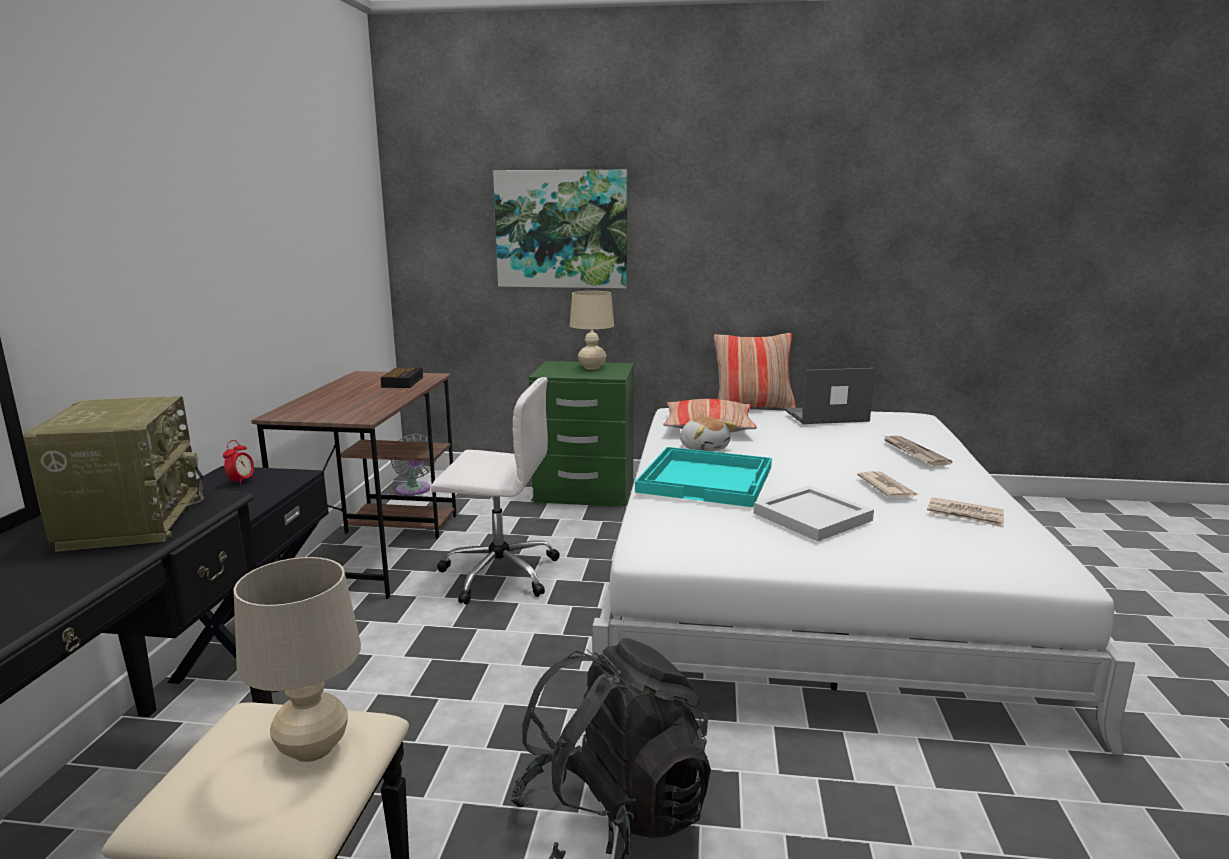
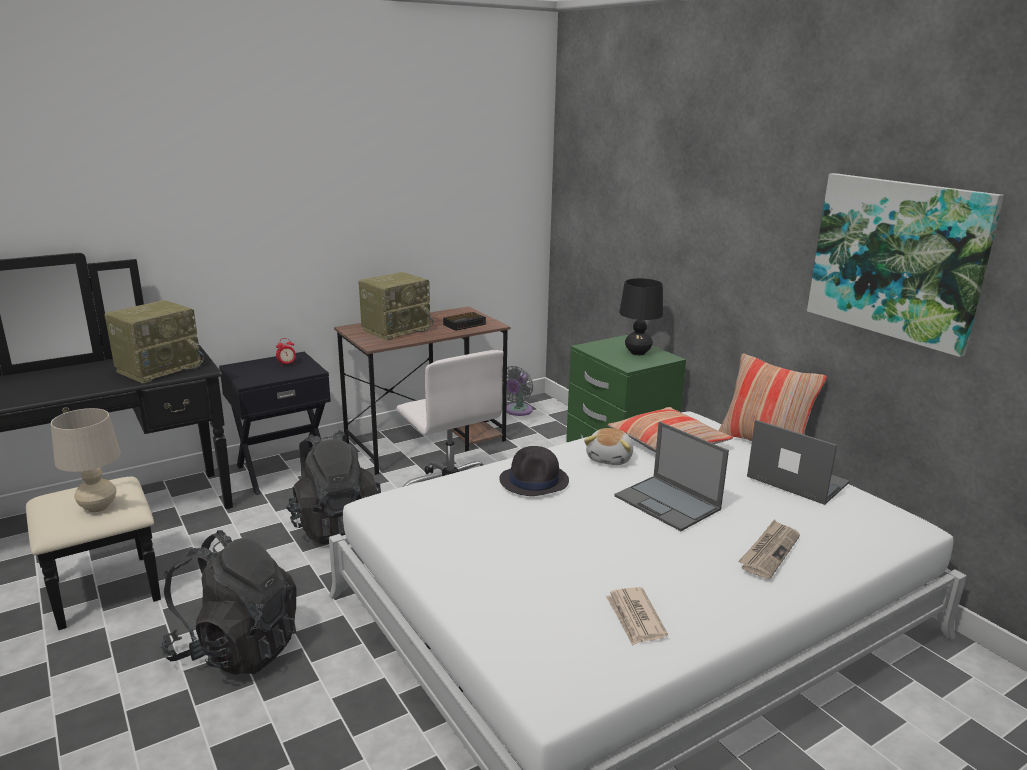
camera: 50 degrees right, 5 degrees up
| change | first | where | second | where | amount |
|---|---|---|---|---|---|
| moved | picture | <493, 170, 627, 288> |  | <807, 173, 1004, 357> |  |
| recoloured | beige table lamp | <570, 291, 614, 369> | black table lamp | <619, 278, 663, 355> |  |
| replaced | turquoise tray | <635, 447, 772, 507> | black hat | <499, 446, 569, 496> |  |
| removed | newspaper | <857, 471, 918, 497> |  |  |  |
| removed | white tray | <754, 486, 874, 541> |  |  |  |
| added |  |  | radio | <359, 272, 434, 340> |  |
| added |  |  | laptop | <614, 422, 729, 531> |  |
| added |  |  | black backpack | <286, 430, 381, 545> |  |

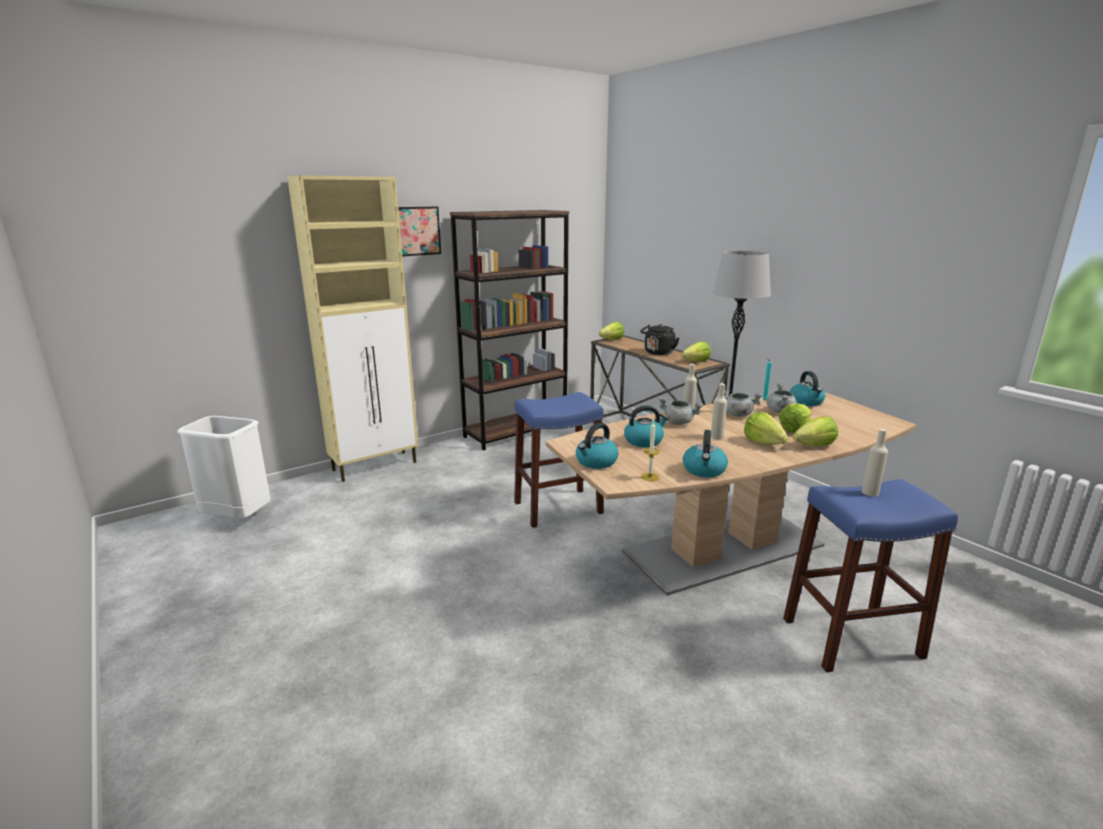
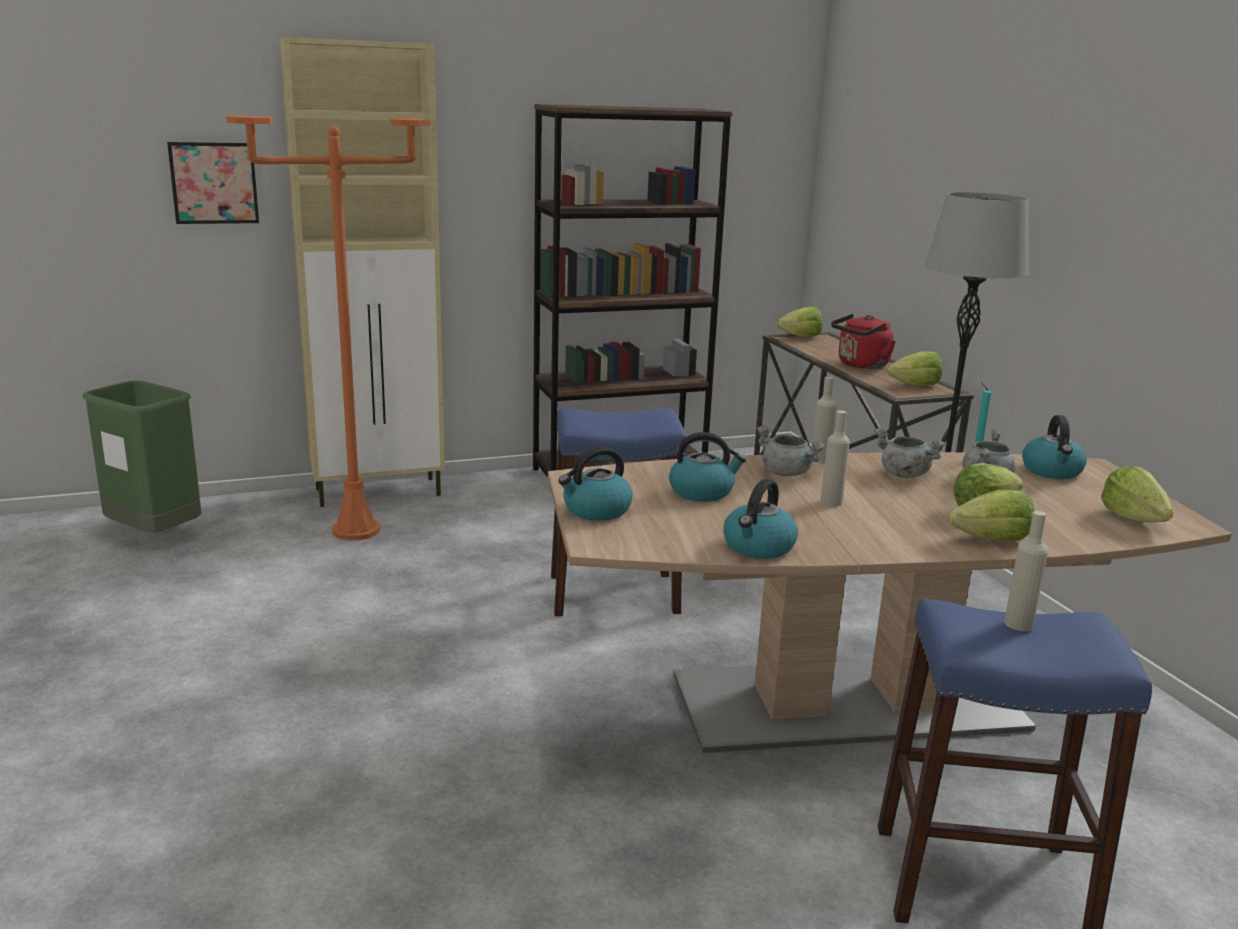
camera: 15 degrees right, 0 degrees up
| change | first | where | second | where | amount |
|---|---|---|---|---|---|
| moved | picture | <398, 206, 441, 256> |  | <167, 142, 259, 224> |  |
| recoloured | black kettle | <640, 324, 679, 355> | red kettle | <831, 314, 896, 369> |  |
| moved | lettuce | <744, 412, 788, 445> |  | <1101, 465, 1174, 522> |  |
| recoloured | white trash can | <177, 416, 271, 518> | green trash can | <82, 380, 202, 533> |  |
| removed | candle | <641, 421, 660, 481> |  |  |  |
| added |  |  | orange floor lamp | <226, 116, 431, 541> |  |

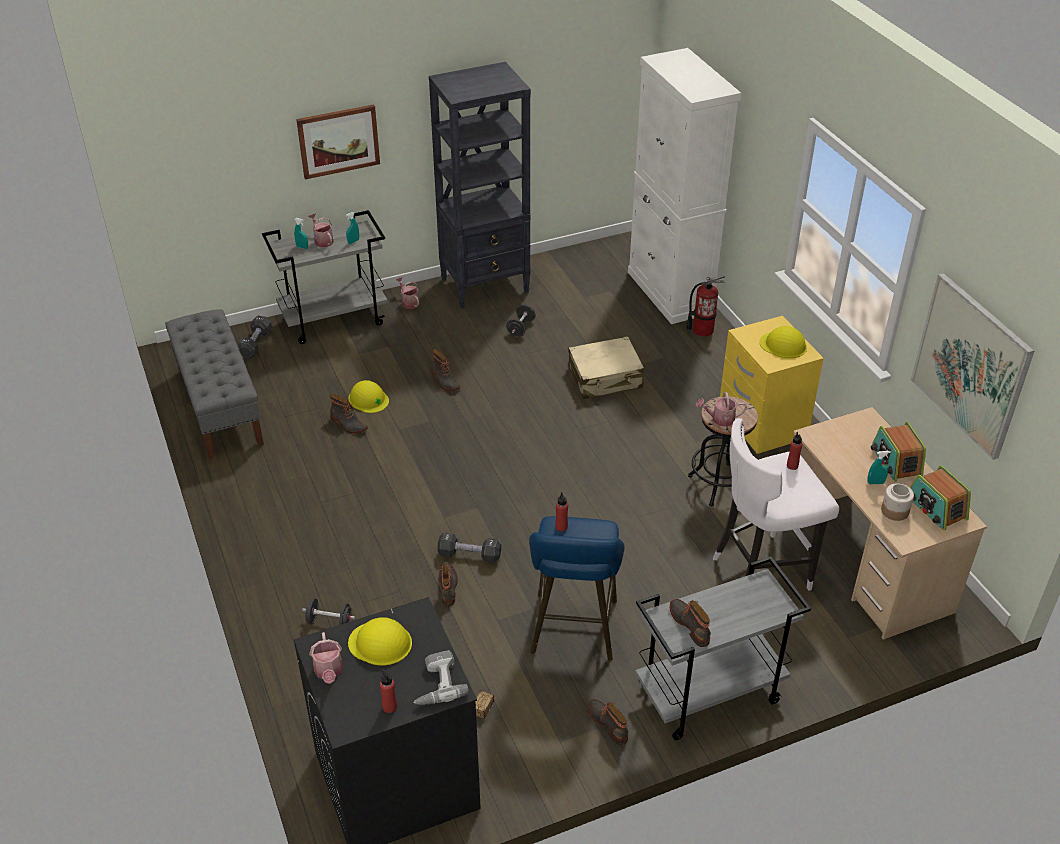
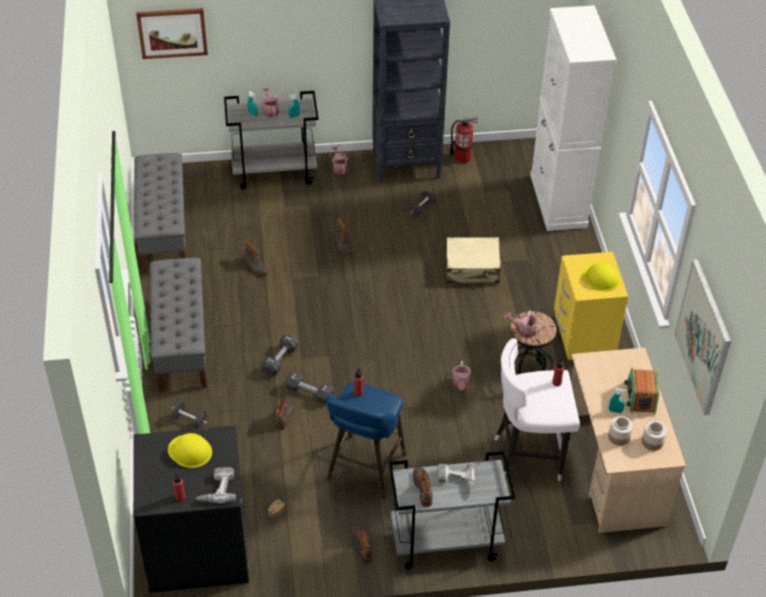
camera: 15 degrees right, 5 degrees up
| change | first | where | second | where | amount |
|---|---|---|---|---|---|
| moved | picture | <296, 104, 380, 180> |  | <136, 8, 208, 59> |  |
| moved | fire extinguisher | <686, 275, 725, 337> |  | <449, 117, 478, 163> |  |
| moved | black dumbbell | <237, 316, 272, 359> |  | <261, 334, 298, 376> |  |
| removed | yellow hard hat | <349, 380, 389, 413> |  |  |  |
| replaced | radio | <910, 466, 971, 530> | jar | <642, 421, 667, 451> |  |
| moved | watering can | <309, 632, 343, 684> |  | <452, 361, 471, 390> |  |
| added |  |  | grey bench | <150, 258, 207, 392> |  |
| added |  |  | power drill | <438, 463, 475, 495> |  |

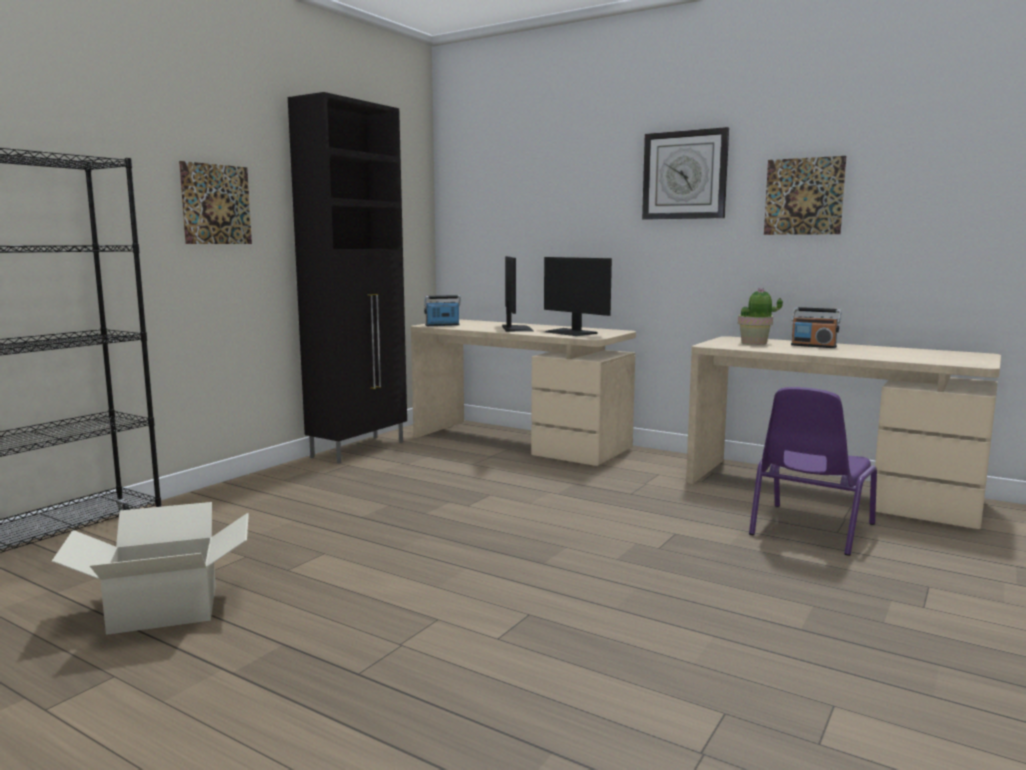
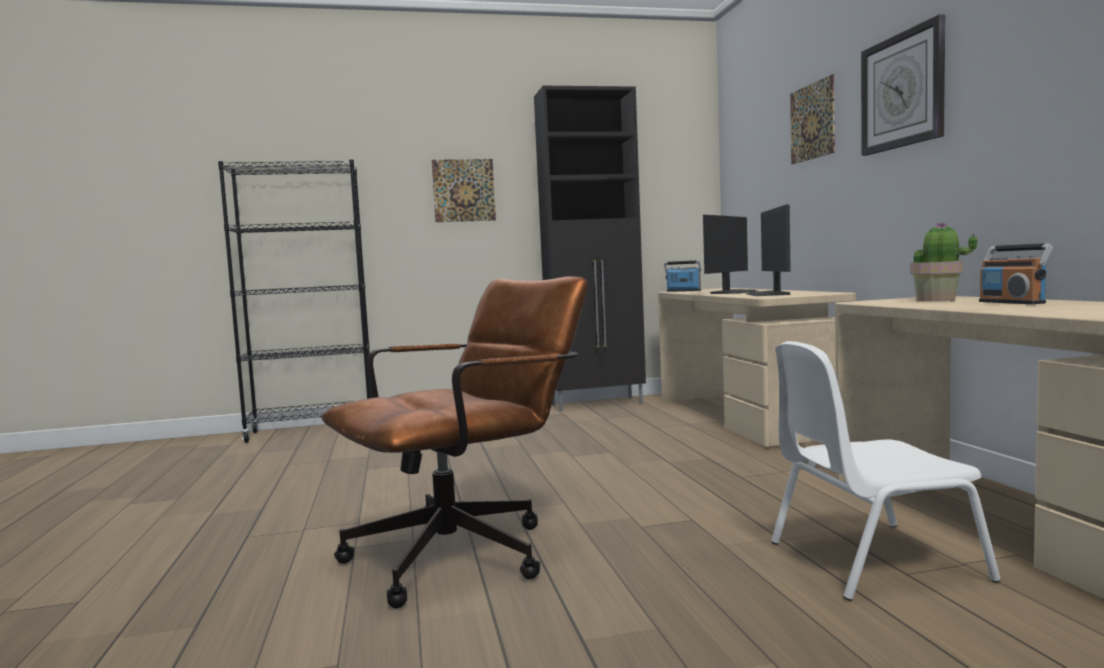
camera: 45 degrees right, 5 degrees down
| change | first | where | second | where | amount |
|---|---|---|---|---|---|
| moved | picture | <764, 156, 846, 235> |  | <790, 74, 835, 164> |  |
| recoloured | purple chair | <749, 387, 877, 556> | white chair | <771, 341, 1001, 601> |  |
| removed | cardboard box | <52, 502, 249, 635> |  |  |  |
| added |  |  | brown office chair | <322, 276, 587, 608> |  |

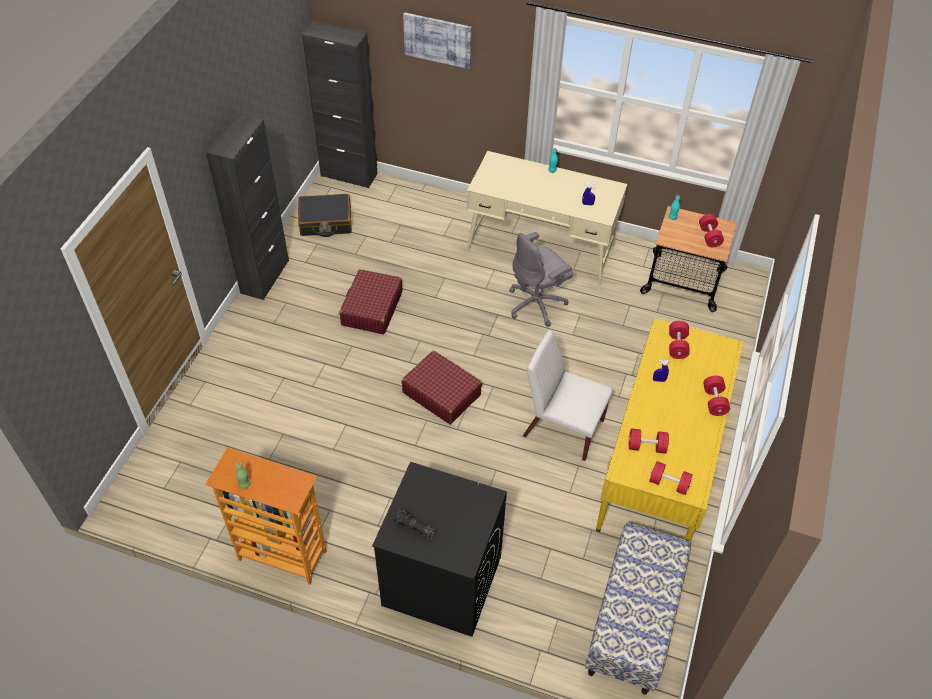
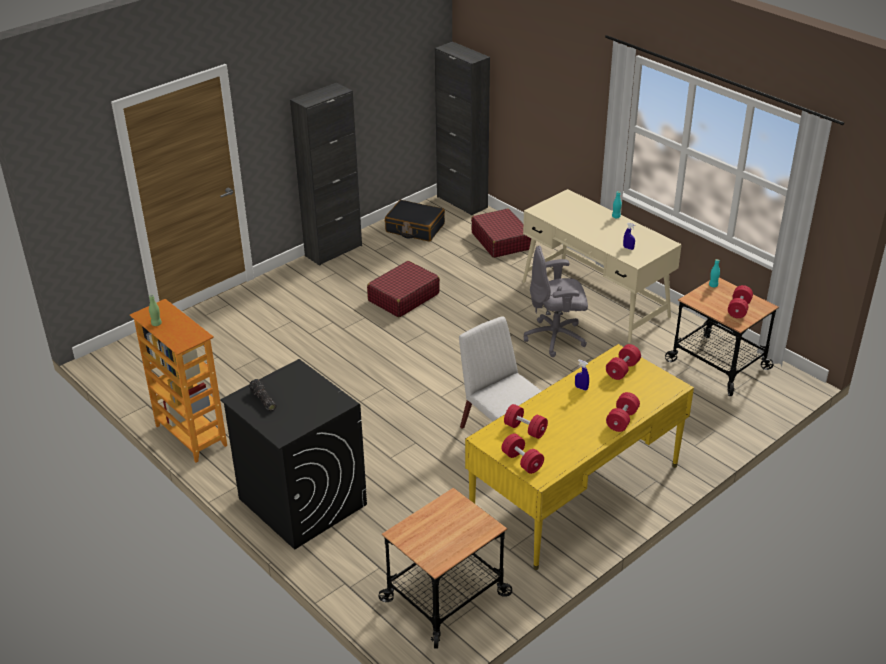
camera: 30 degrees right, 15 degrees down
| change | first | where | second | where | amount |
|---|---|---|---|---|---|
| removed | picture | <403, 12, 471, 69> |  |  |  |
| moved | red suitcase | <402, 351, 482, 424> |  | <471, 208, 531, 258> |  |
| replaced | bench | <585, 523, 691, 695> | cart | <379, 488, 512, 649> |  |

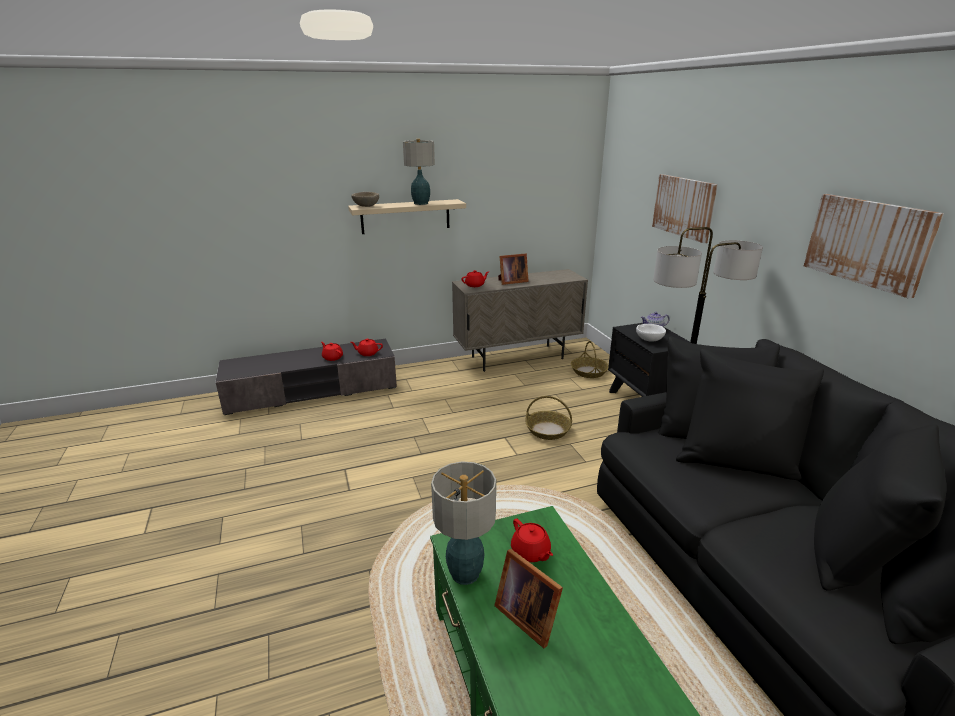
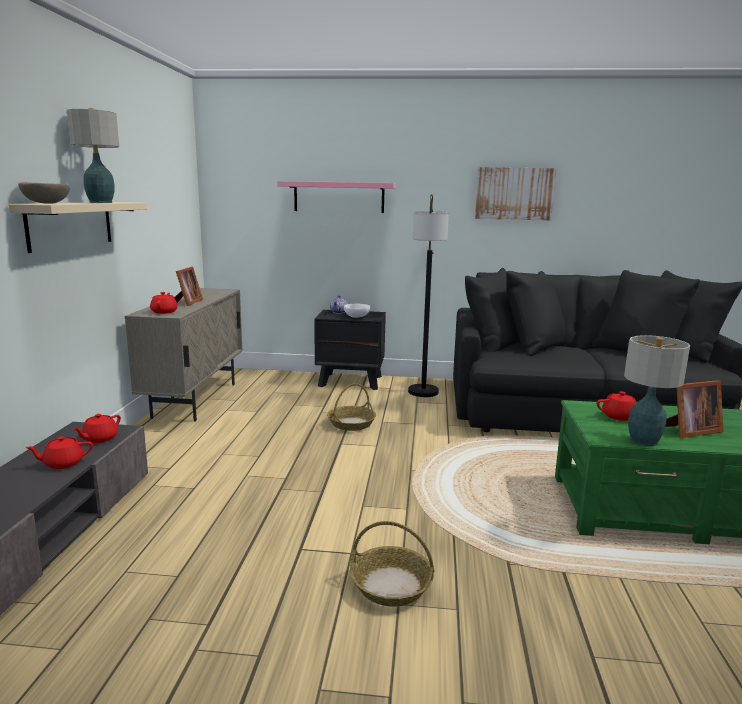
camera: 65 degrees left, 10 degrees down
| change | first | where | second | where | amount |
|---|---|---|---|---|---|
| replaced | picture | <652, 174, 718, 243> | pink shelf | <277, 181, 395, 213> |  |
| moved | basket | <571, 341, 609, 378> |  | <350, 521, 434, 607> |  |

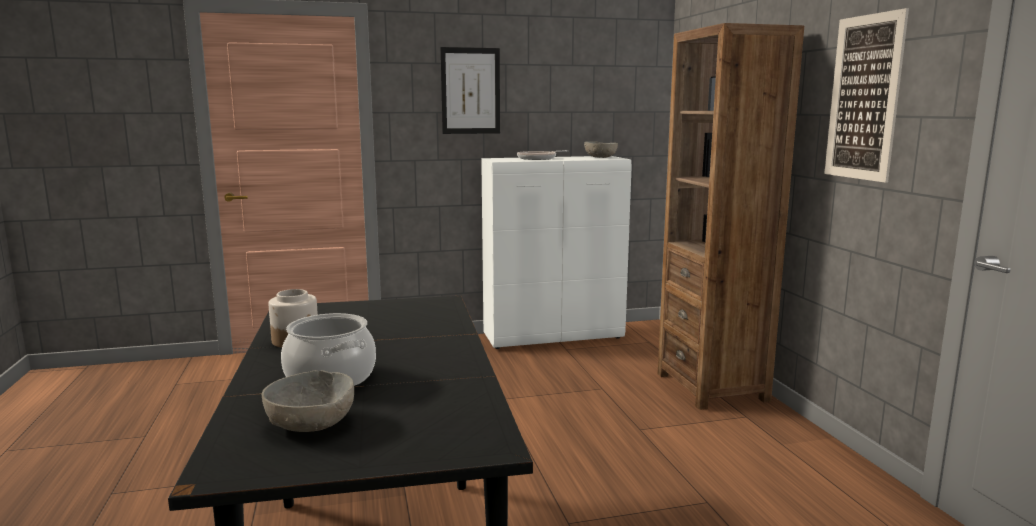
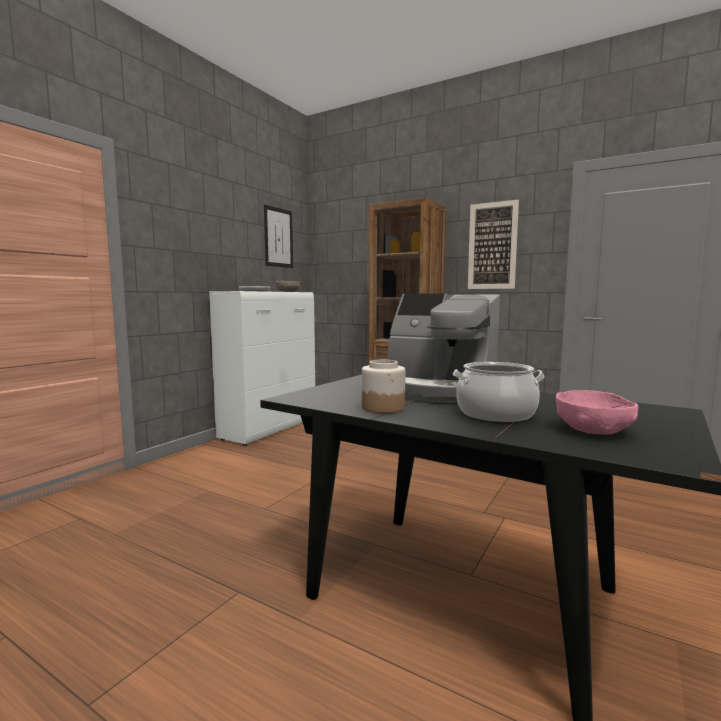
camera: 45 degrees left, 5 degrees down
| change | first | where | second | where | amount |
|---|---|---|---|---|---|
| moved | picture | <440, 47, 500, 134> |  | <264, 205, 293, 268> |  |
| recoloured | grey bowl | <262, 370, 354, 432> | pink bowl | <556, 390, 638, 435> |  |
| added |  |  | coffee machine | <387, 293, 500, 403> |  |

